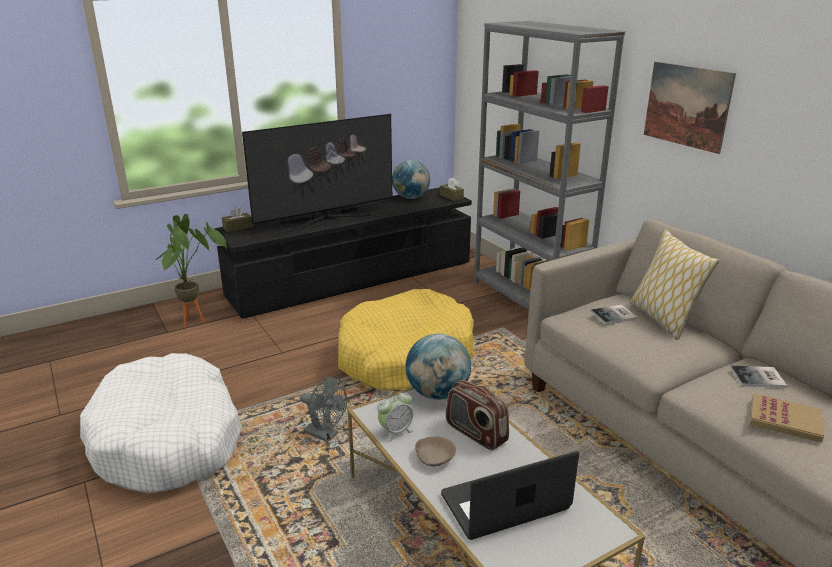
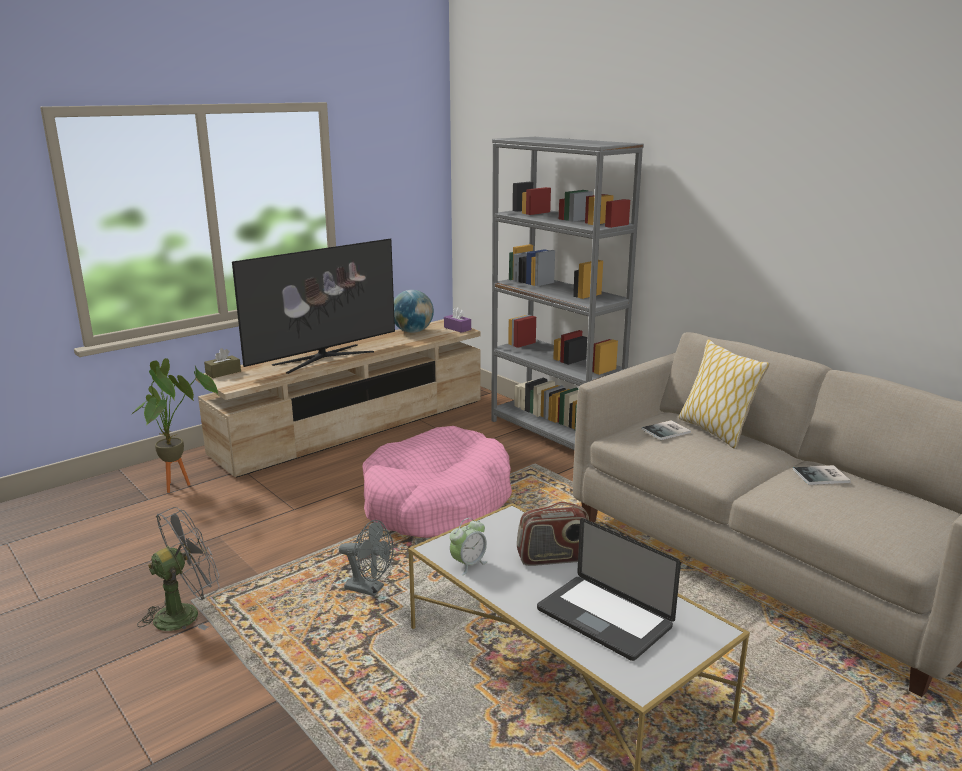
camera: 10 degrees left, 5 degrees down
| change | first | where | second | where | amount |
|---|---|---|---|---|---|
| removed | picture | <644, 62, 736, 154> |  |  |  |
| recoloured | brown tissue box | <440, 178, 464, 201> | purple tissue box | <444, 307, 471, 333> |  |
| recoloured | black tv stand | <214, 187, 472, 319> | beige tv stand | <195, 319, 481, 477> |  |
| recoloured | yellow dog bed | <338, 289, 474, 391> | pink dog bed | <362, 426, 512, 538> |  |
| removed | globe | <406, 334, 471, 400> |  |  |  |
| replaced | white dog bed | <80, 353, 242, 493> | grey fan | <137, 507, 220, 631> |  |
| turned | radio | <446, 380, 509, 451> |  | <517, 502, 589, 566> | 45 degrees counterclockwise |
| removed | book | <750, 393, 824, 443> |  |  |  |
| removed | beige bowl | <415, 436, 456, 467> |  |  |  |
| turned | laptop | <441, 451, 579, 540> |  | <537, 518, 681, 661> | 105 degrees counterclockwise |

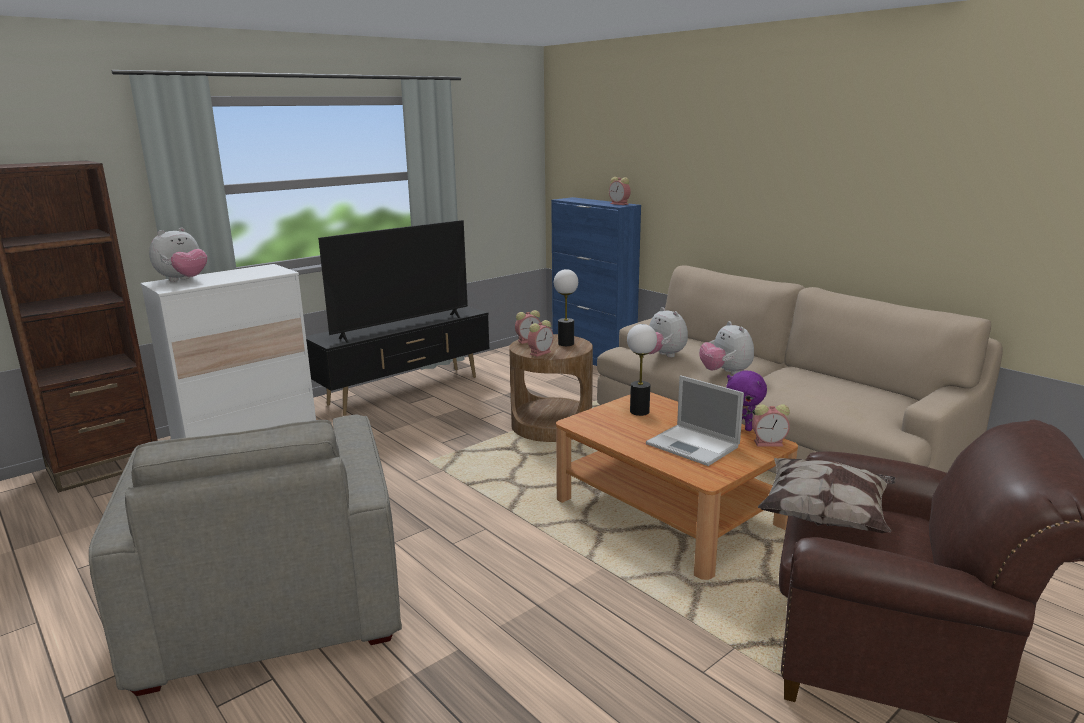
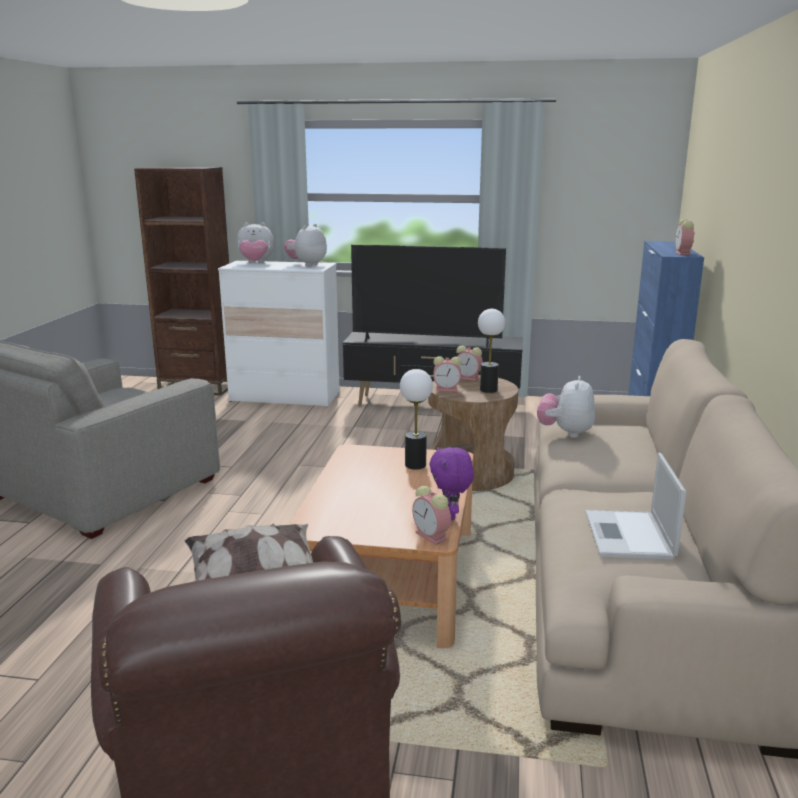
camera: 50 degrees right, 0 degrees up
| change | first | where | second | where | amount |
|---|---|---|---|---|---|
| moved | plush toy | <699, 321, 754, 375> |  | <284, 224, 327, 267> |  |
| moved | laptop | <646, 375, 744, 466> |  | <585, 453, 686, 560> |  |

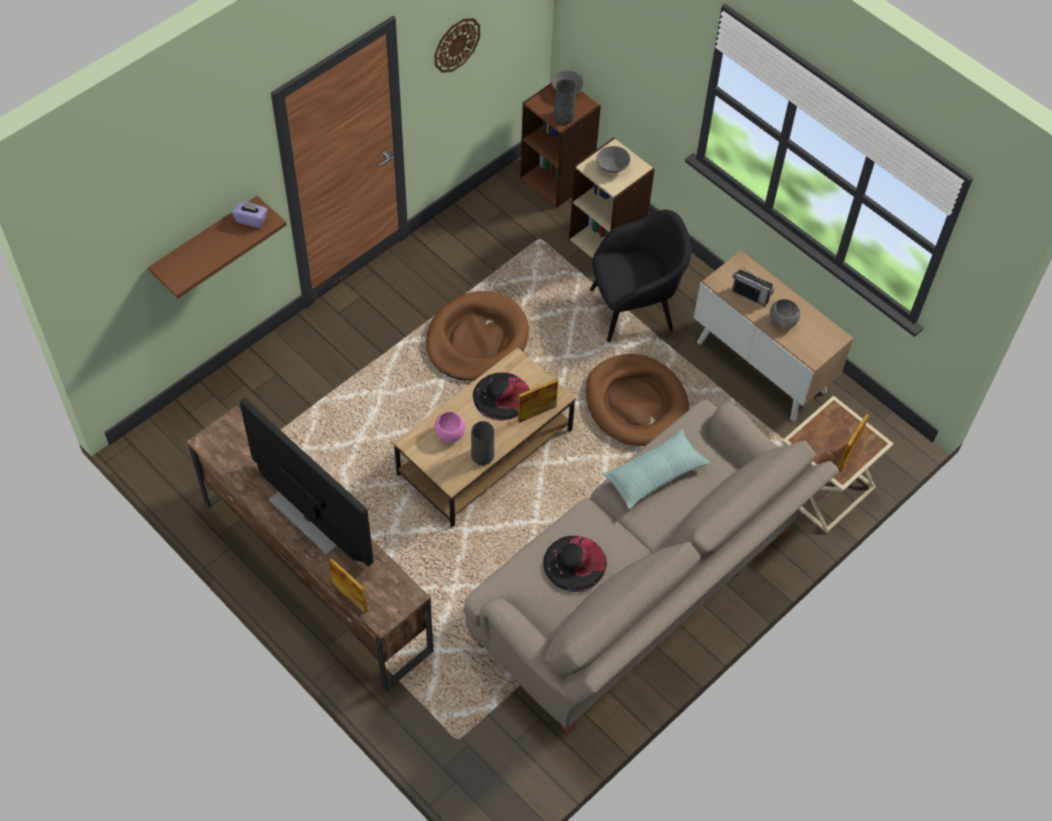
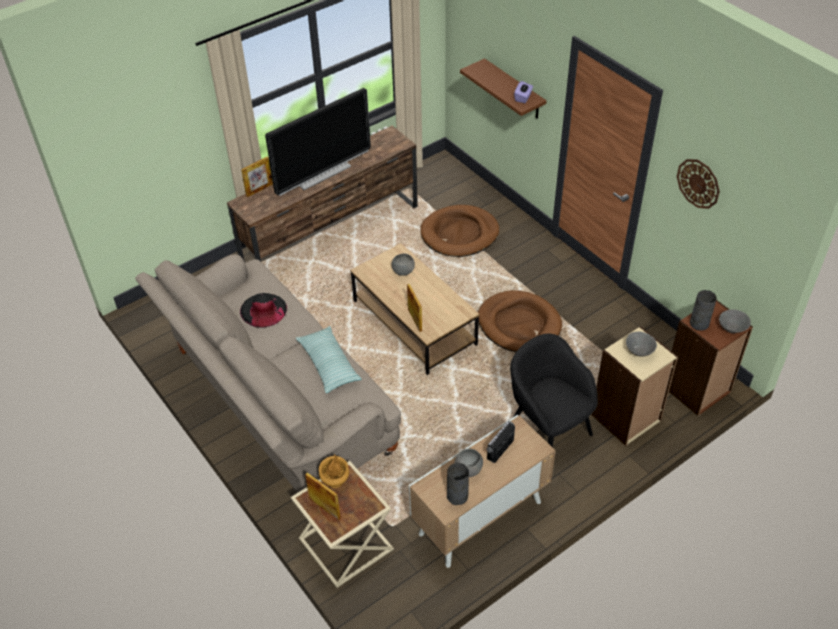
camera: 100 degrees right, 10 degrees down
| change | first | where | second | where | amount |
|---|---|---|---|---|---|
| turned | black armchair | <590, 209, 691, 342> |  | <510, 333, 598, 447> | 150 degrees clockwise |
| moved | brown dog bed | <586, 354, 689, 446> |  | <420, 205, 499, 257> |  |
| removed | black hat | <473, 372, 530, 421> |  |  |  |
| recoloured | pink bowl | <435, 412, 465, 443> | grey bowl | <392, 254, 415, 276> |  |
| moved | grey vase | <471, 421, 494, 465> |  | <447, 463, 469, 505> |  |
| added |  |  | brown vase | <319, 454, 349, 488> |  |

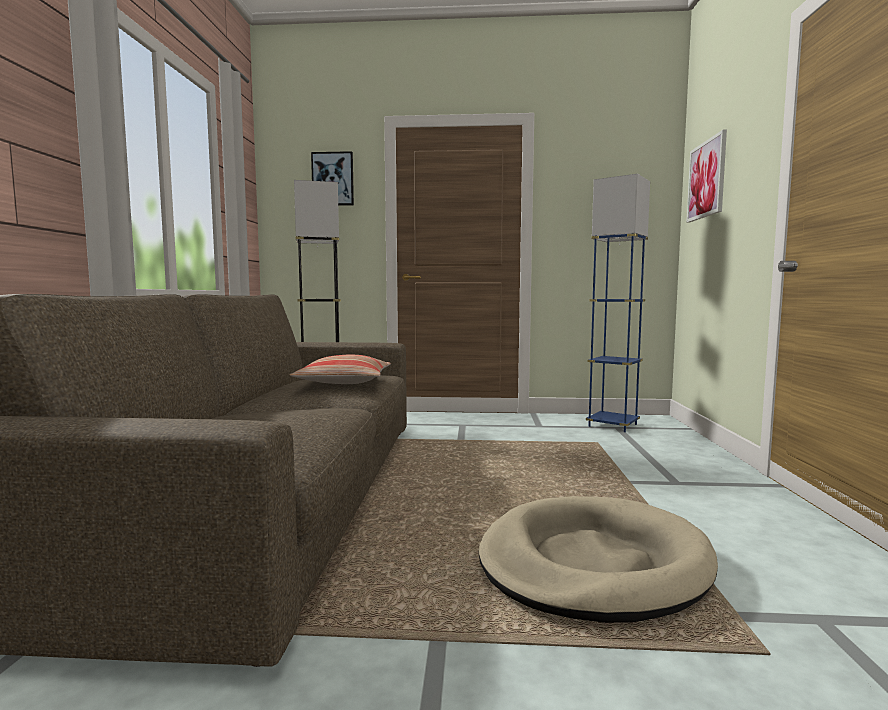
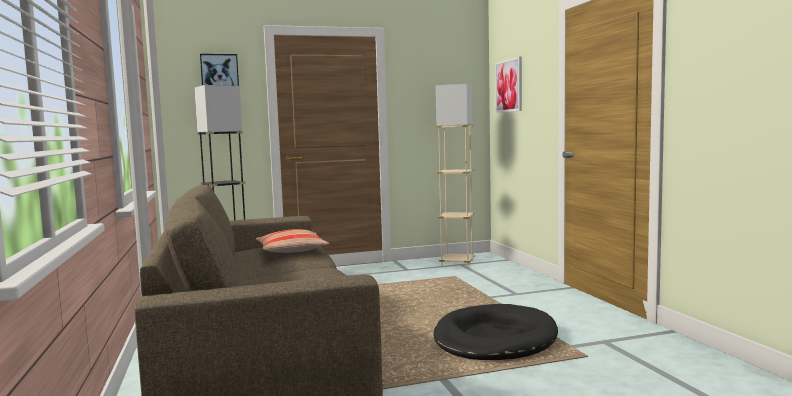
camera: 20 degrees left, 0 degrees up
| change | first | where | second | where | amount |
|---|---|---|---|---|---|
| recoloured | blue floor lamp | <586, 174, 650, 432> | beige floor lamp | <436, 83, 475, 267> |  |
| recoloured | beige dog bed | <479, 496, 718, 623> | black dog bed | <433, 304, 558, 360> |  |

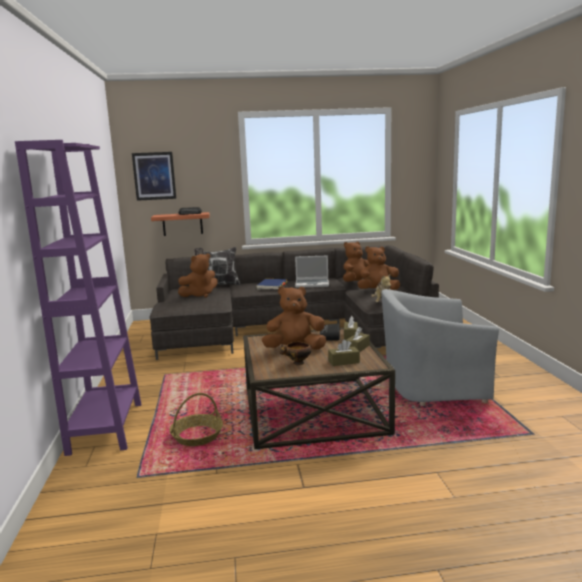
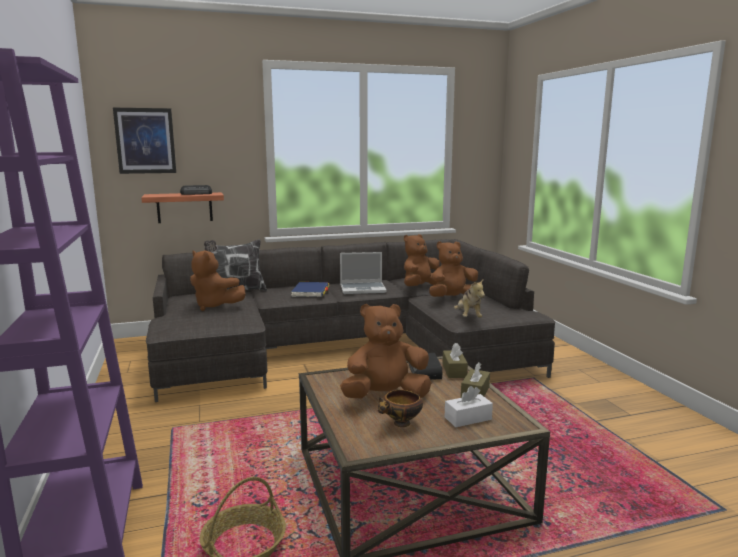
camera: 10 degrees left, 0 degrees up
| change | first | where | second | where | amount |
|---|---|---|---|---|---|
| turned | brown plush toy | <178, 253, 218, 298> |  | <190, 250, 245, 311> | 75 degrees clockwise |
| removed | grey armchair | <381, 289, 499, 406> |  |  |  |
| recoloured | brown tissue box | <328, 339, 360, 366> | white tissue box | <445, 386, 493, 427> |  |

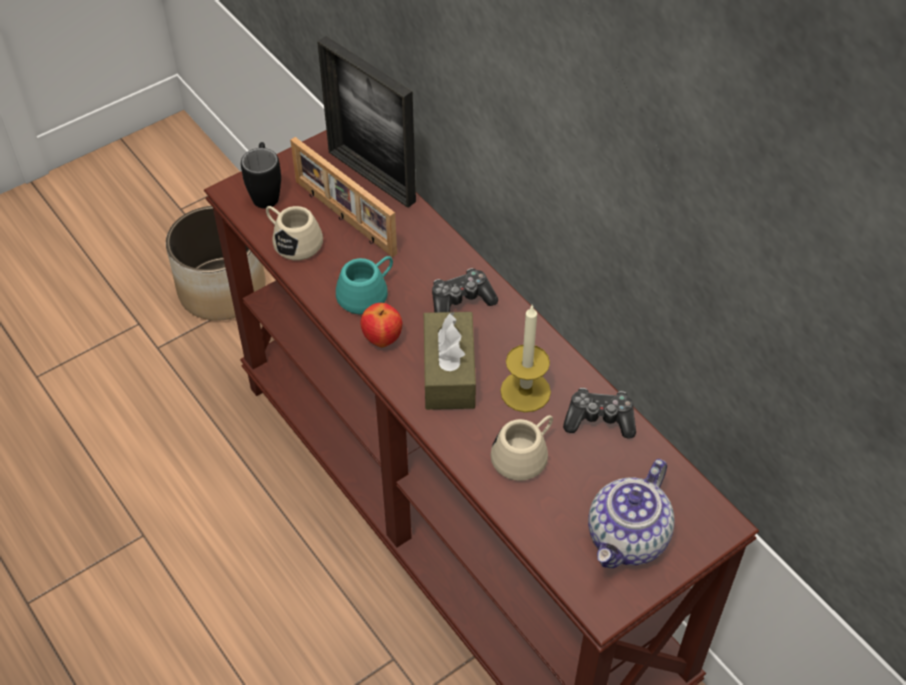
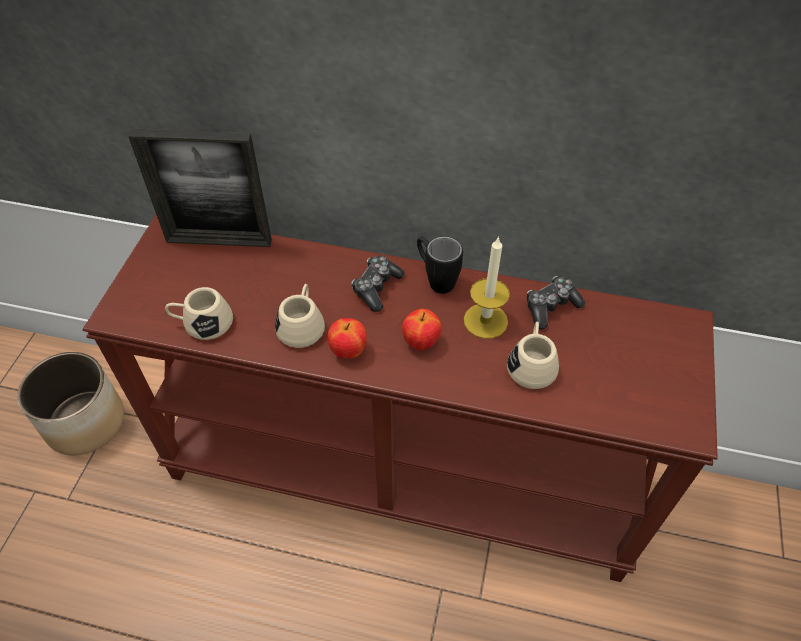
camera: 40 degrees left, 0 degrees up
| change | first | where | second | where | amount |
|---|---|---|---|---|---|
| removed | picture frame | <290, 137, 397, 257> |  |  |  |
| moved | black mug | <241, 142, 281, 209> |  | <417, 236, 463, 294> |  |
| recoloured | turquoise mug | <336, 256, 393, 315> | beige mug | <275, 284, 325, 348> |  |
| replaced | brown tissue box | <424, 311, 476, 410> | apple | <402, 309, 441, 351> |  |
| removed | teapot | <588, 459, 675, 569> |  |  |  |

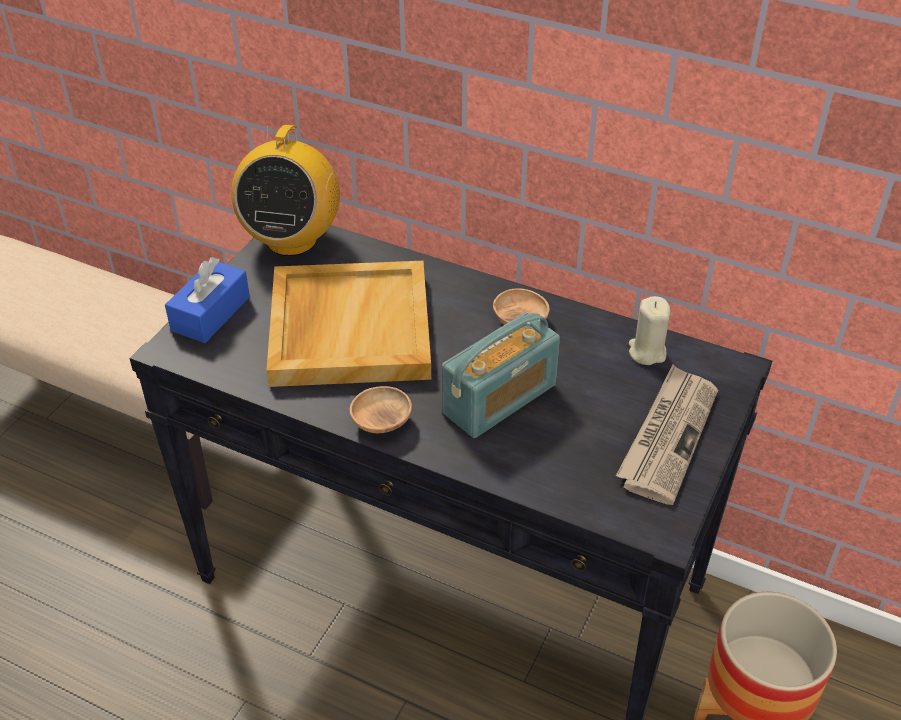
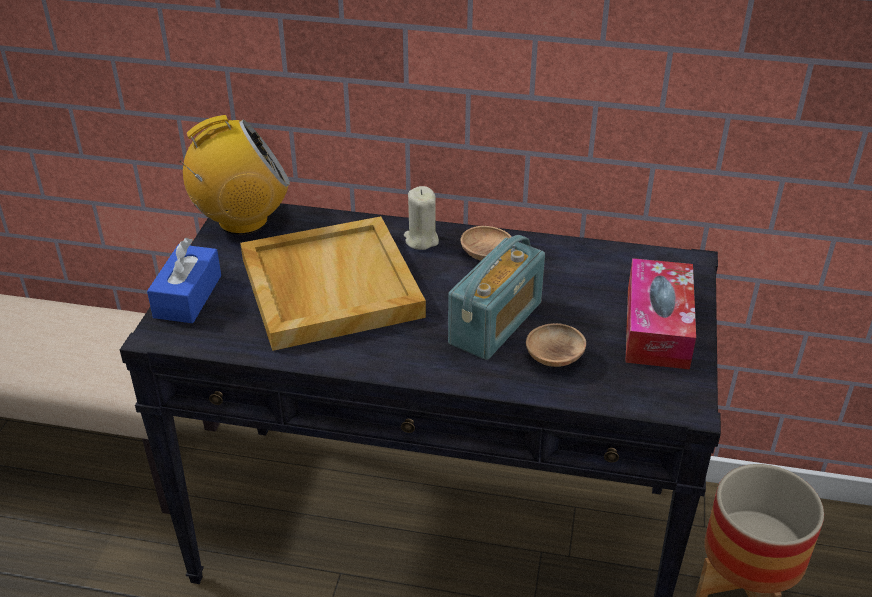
camera: 15 degrees left, 5 degrees down
| change | first | where | second | where | amount |
|---|---|---|---|---|---|
| turned | radio | <231, 124, 340, 256> |  | <180, 115, 290, 235> | 105 degrees counterclockwise |
| moved | beige candle | <629, 296, 671, 365> |  | <404, 186, 439, 250> |  |
| replaced | newspaper | <616, 365, 718, 505> | tissue box | <625, 258, 696, 369> |  |
| moved | brown bowl | <350, 386, 412, 433> |  | <526, 323, 586, 367> |  |

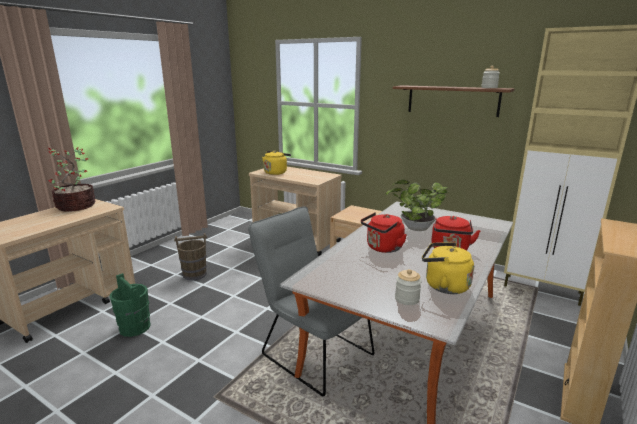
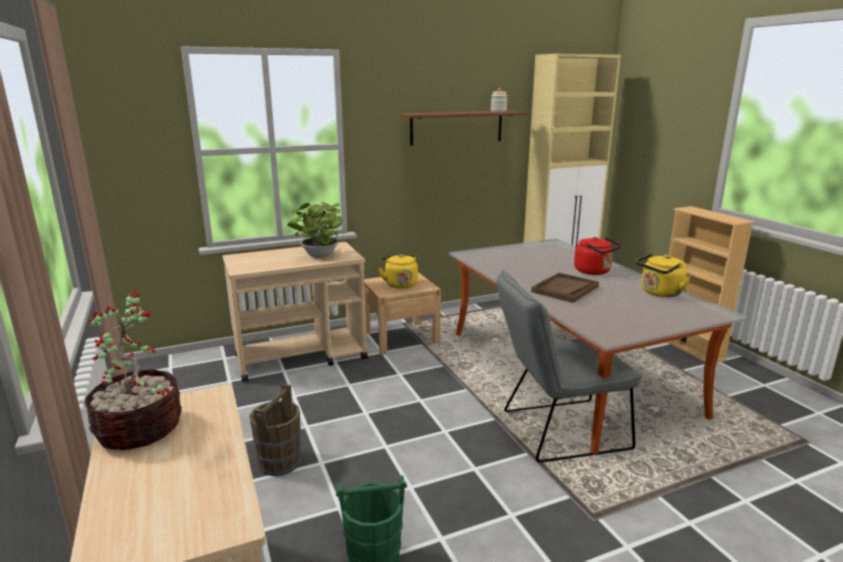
camera: 55 degrees left, 0 degrees up
| change | first | where | second | where | amount |
|---|---|---|---|---|---|
| moved | yellow kettle | <262, 151, 291, 175> |  | <379, 254, 418, 289> |  |
| moved | potted plant | <385, 180, 448, 231> |  | <288, 202, 343, 258> |  |
| replaced | red kettle | <361, 212, 407, 253> | brown tray | <531, 273, 599, 303> |  |
| removed | jar | <395, 269, 422, 305> |  |  |  |

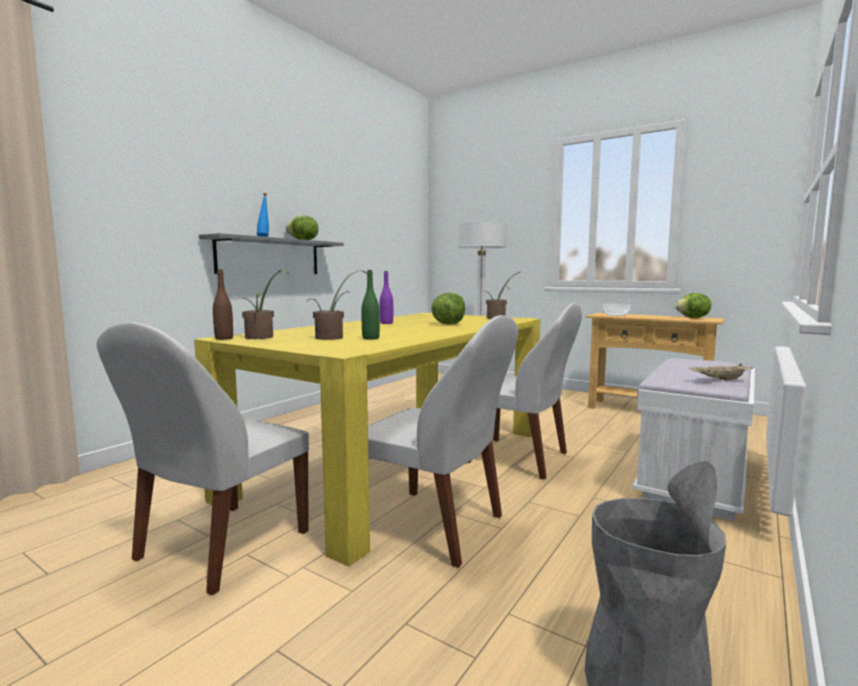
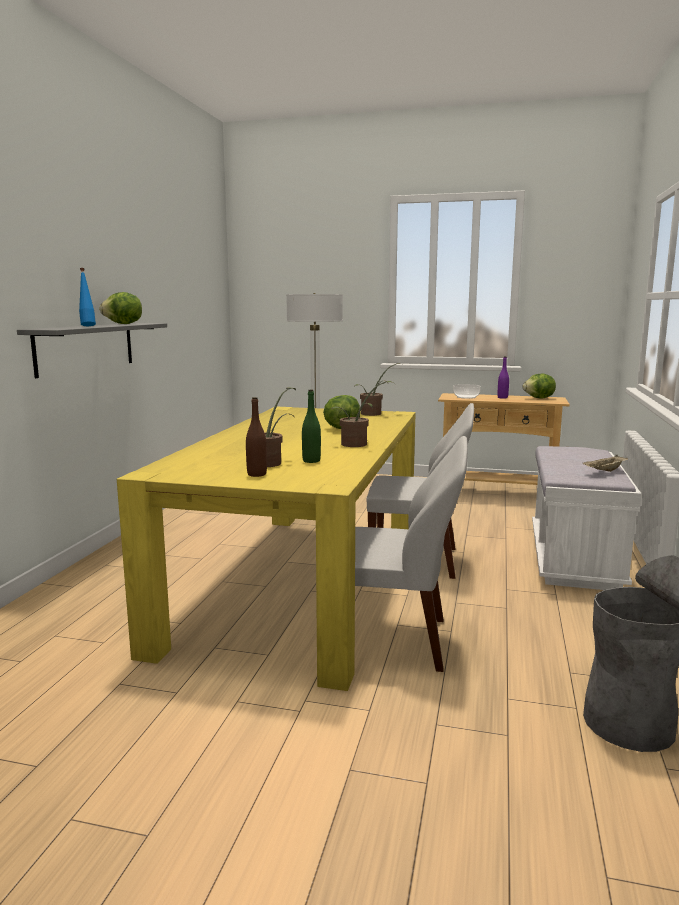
camera: 20 degrees left, 5 degrees up
| change | first | where | second | where | amount |
|---|---|---|---|---|---|
| moved | brown bottle | <213, 270, 233, 340> |  | <246, 397, 267, 477> |  |
| moved | potted plant | <238, 270, 289, 339> |  | <332, 381, 395, 447> |  |
| moved | purple bottle | <380, 271, 393, 324> |  | <498, 356, 509, 399> |  |
| removed | white chair | <96, 322, 309, 595> |  |  |  |

